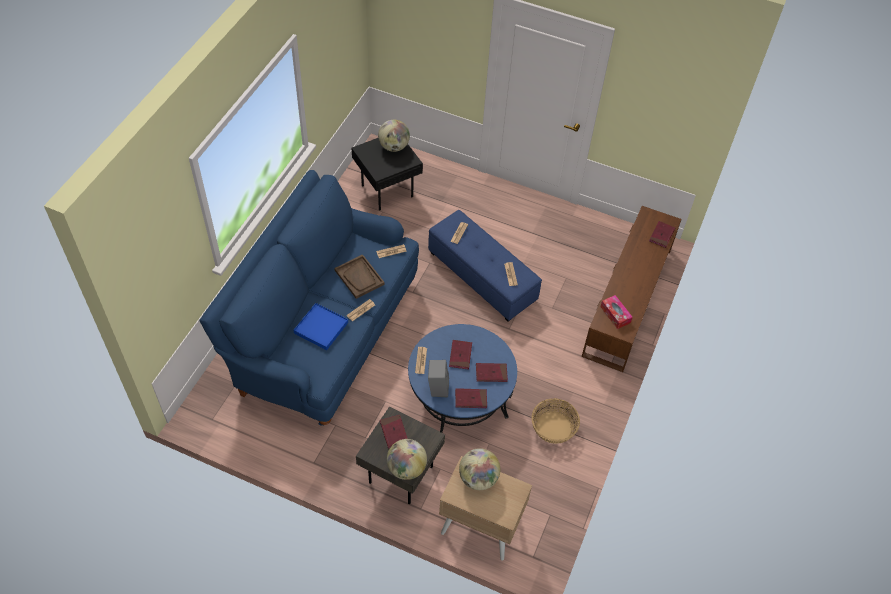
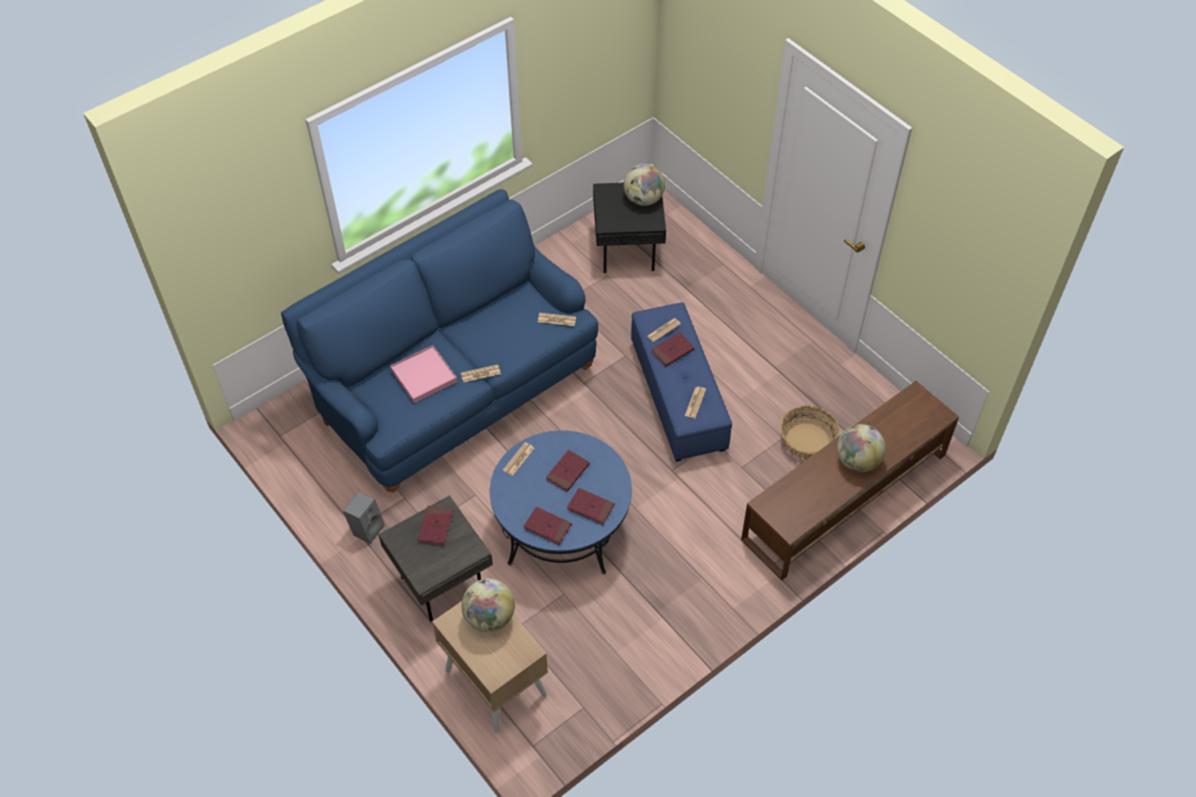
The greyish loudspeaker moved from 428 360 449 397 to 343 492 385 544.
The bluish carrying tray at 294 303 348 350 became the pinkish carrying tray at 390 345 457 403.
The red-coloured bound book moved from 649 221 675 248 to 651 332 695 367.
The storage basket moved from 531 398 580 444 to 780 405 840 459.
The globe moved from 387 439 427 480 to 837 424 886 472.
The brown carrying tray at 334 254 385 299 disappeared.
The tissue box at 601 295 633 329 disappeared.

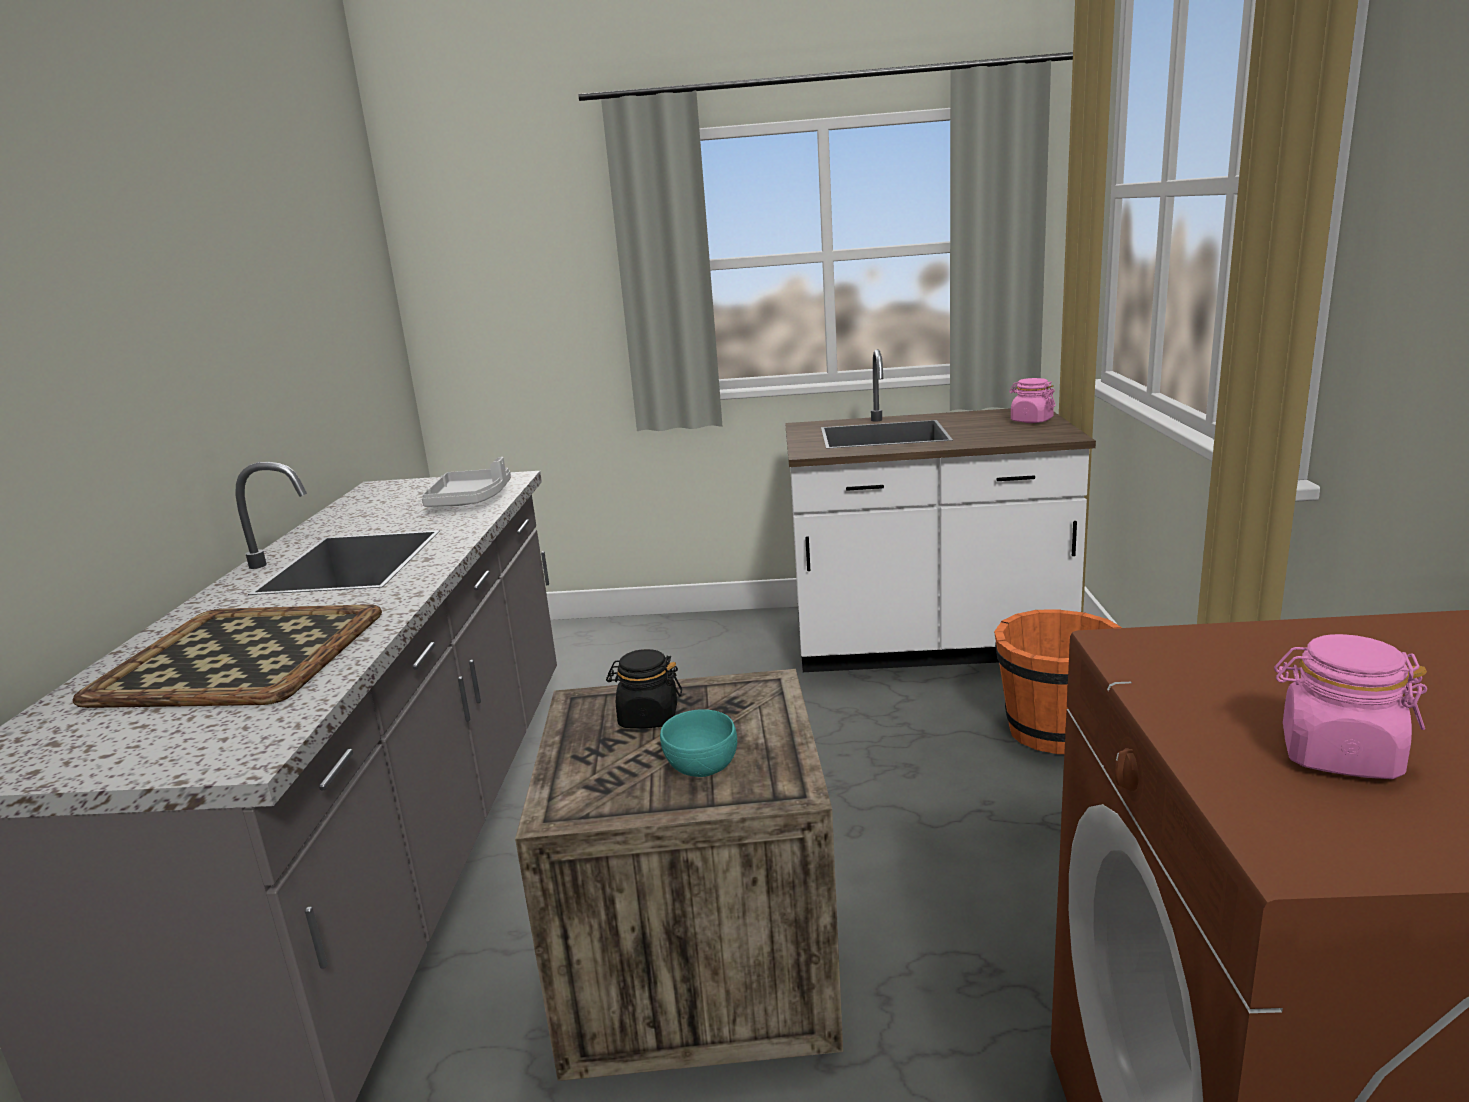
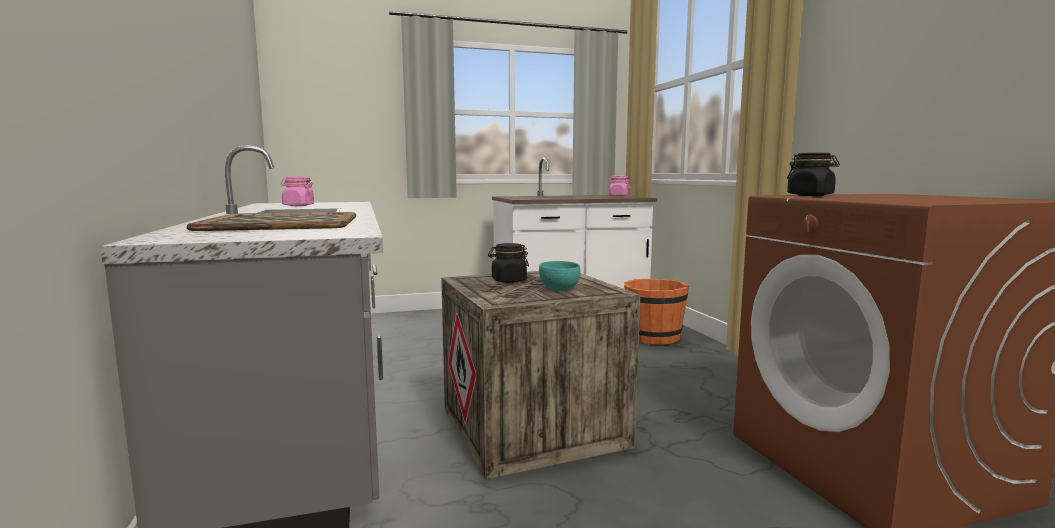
The pinkish preserve jar moved from 1274 634 1427 779 to 280 177 314 206.
The blackish preserve jar at 787 153 840 196 appeared.
The greyish carrying tray at 422 457 511 507 disappeared.

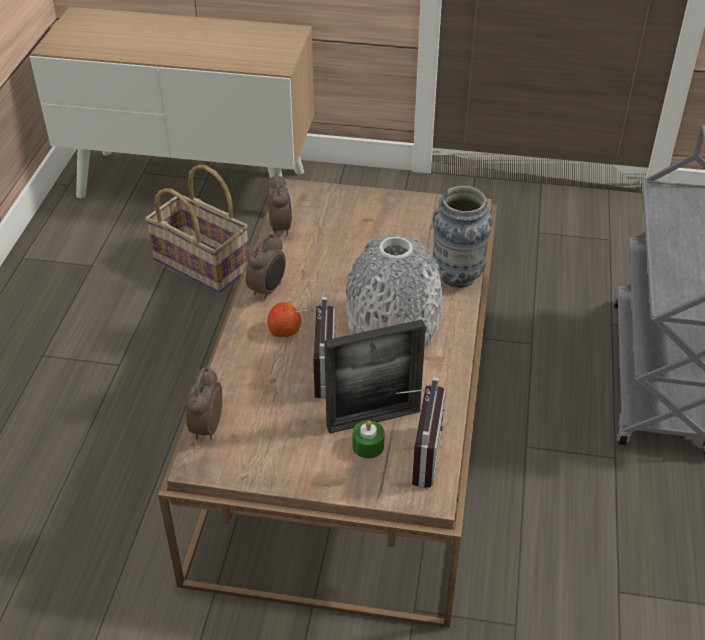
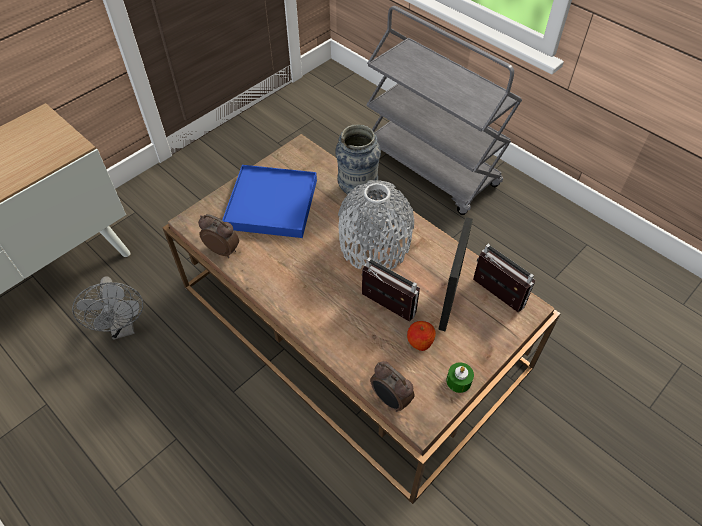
The storage basket at 145 165 249 293 was replaced by the greyish fan at 72 276 143 340.
The bluish carrying tray at 222 165 317 238 appeared.
The whole apple moved from 267 302 301 337 to 407 321 436 351.
The green-coloured wax candle moved from 353 420 385 459 to 446 362 474 393.
The bedside clock at 246 234 286 301 disappeared.

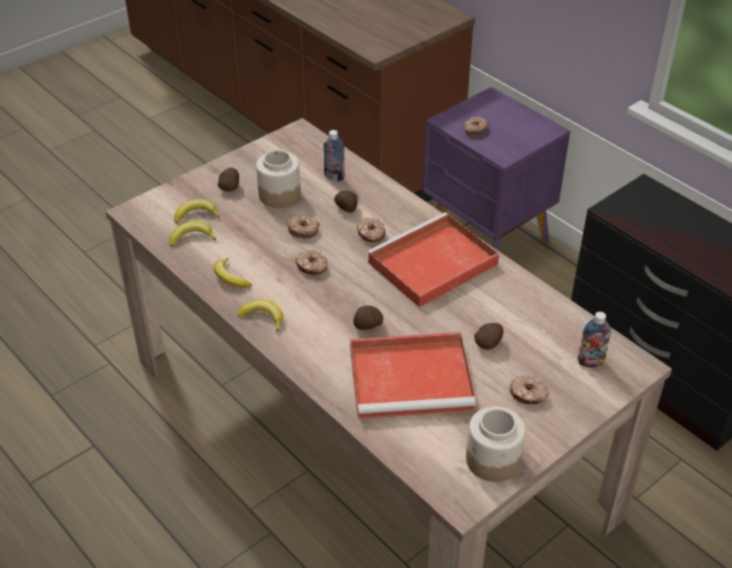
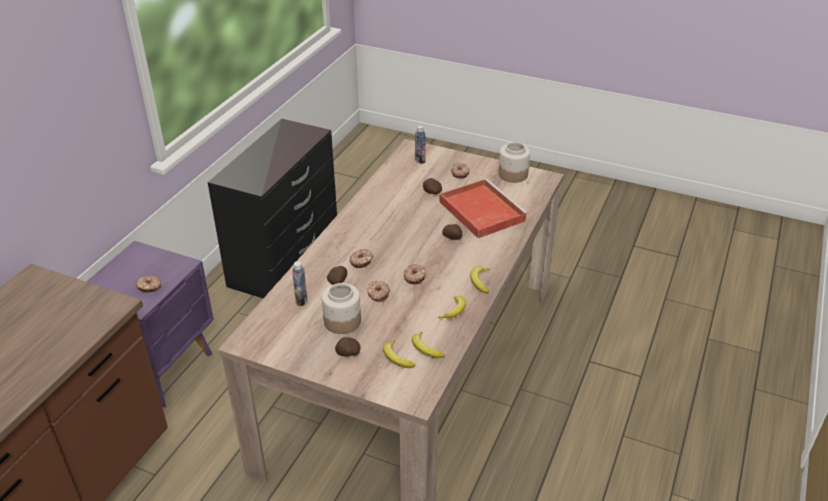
The red-coloured carrying tray at 366 212 499 308 disappeared.

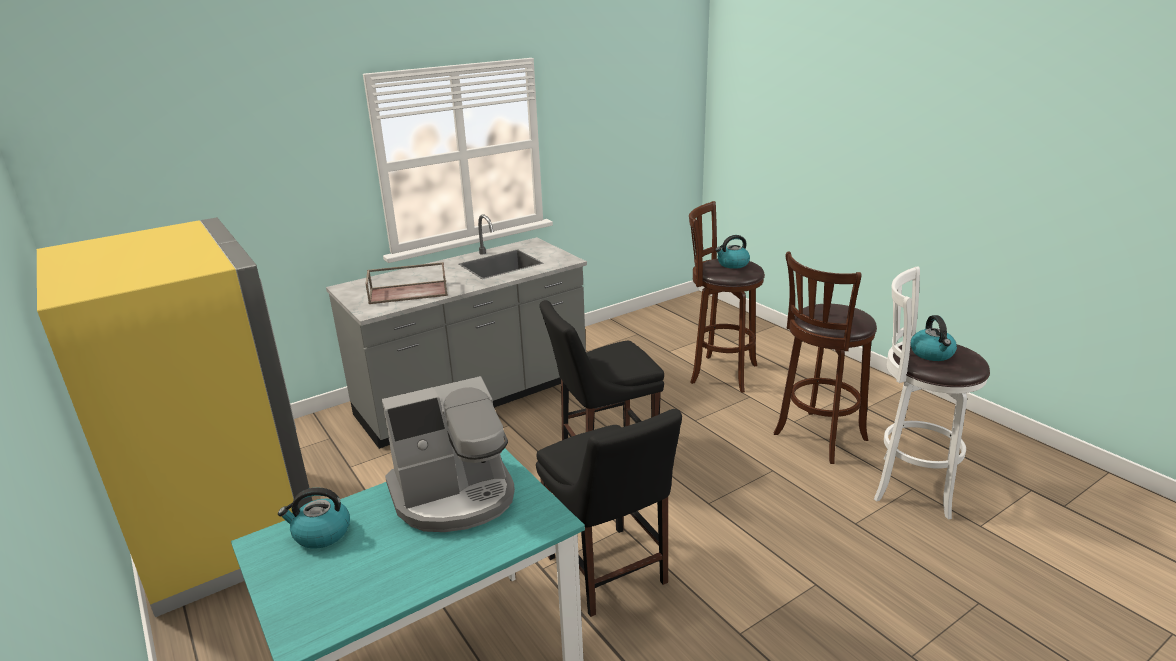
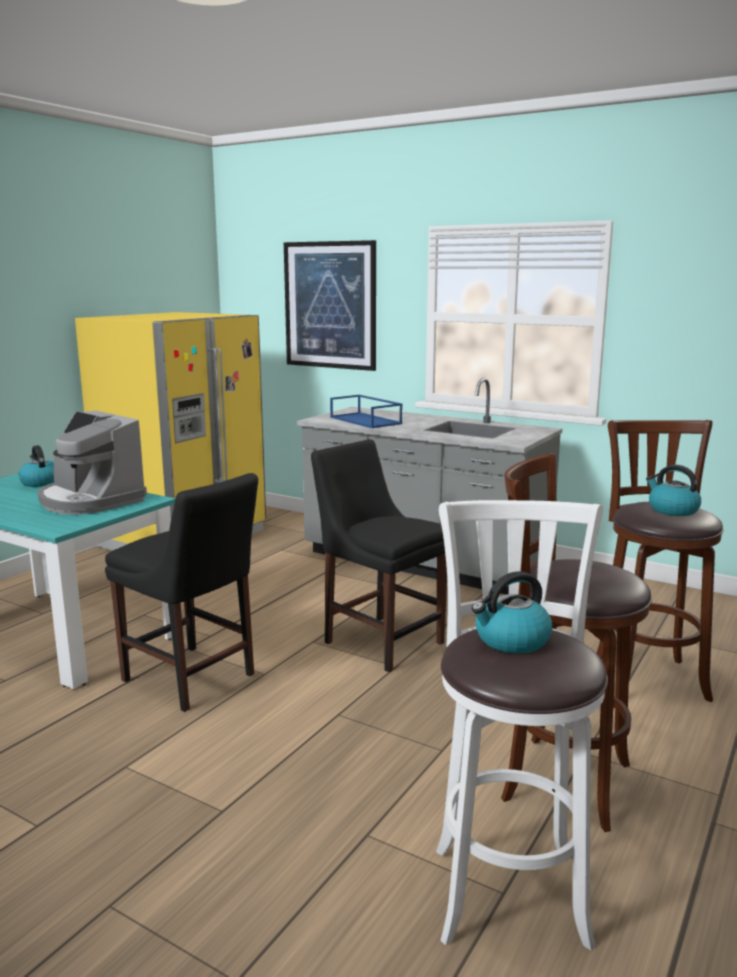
The blackish plain chair at 536 409 682 617 turned 90 degrees counterclockwise.
The picture at 284 240 376 371 appeared.
The brown carrying tray at 365 262 448 304 became the bluish carrying tray at 330 395 402 428.

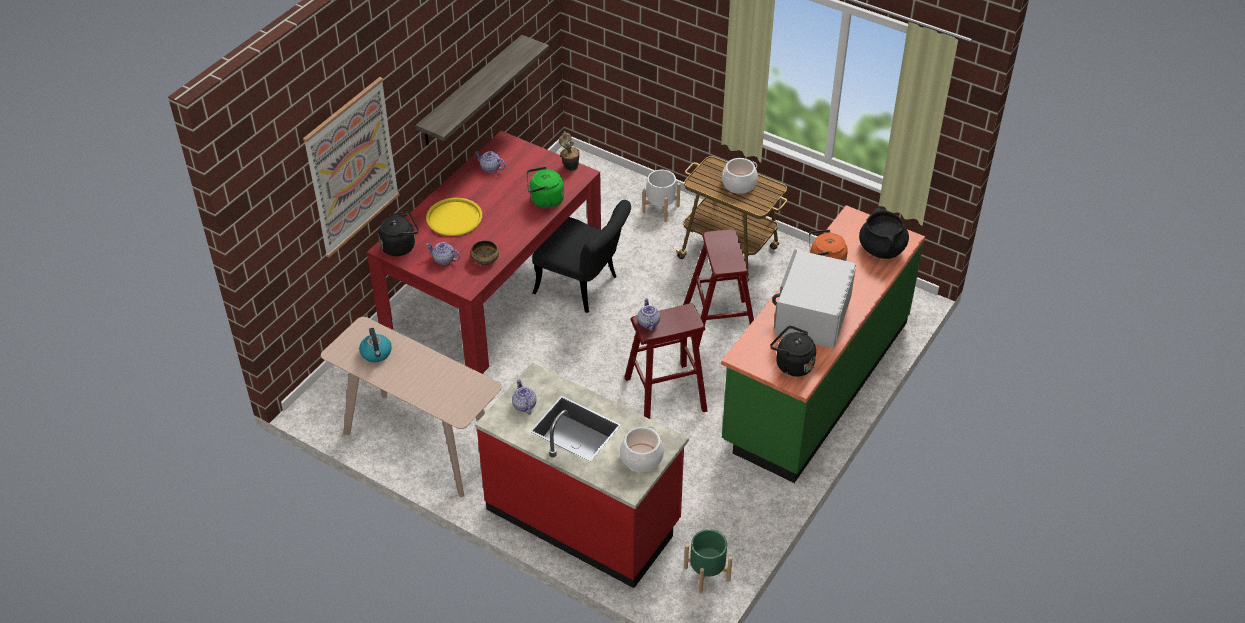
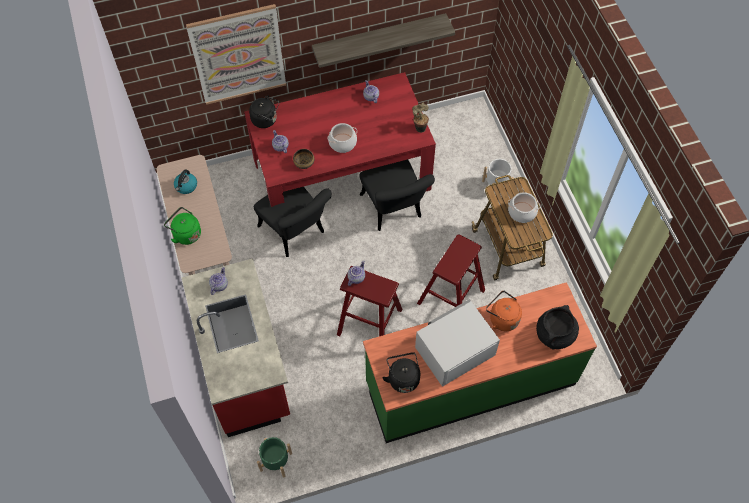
The green-coloured kettle moved from 527 166 564 208 to 164 207 201 245.
The blackish plain chair at 254 187 332 257 appeared.
The stockpot moved from 620 426 664 472 to 328 123 357 153.
The yellow-coloured carrying tray at 426 198 482 236 disappeared.

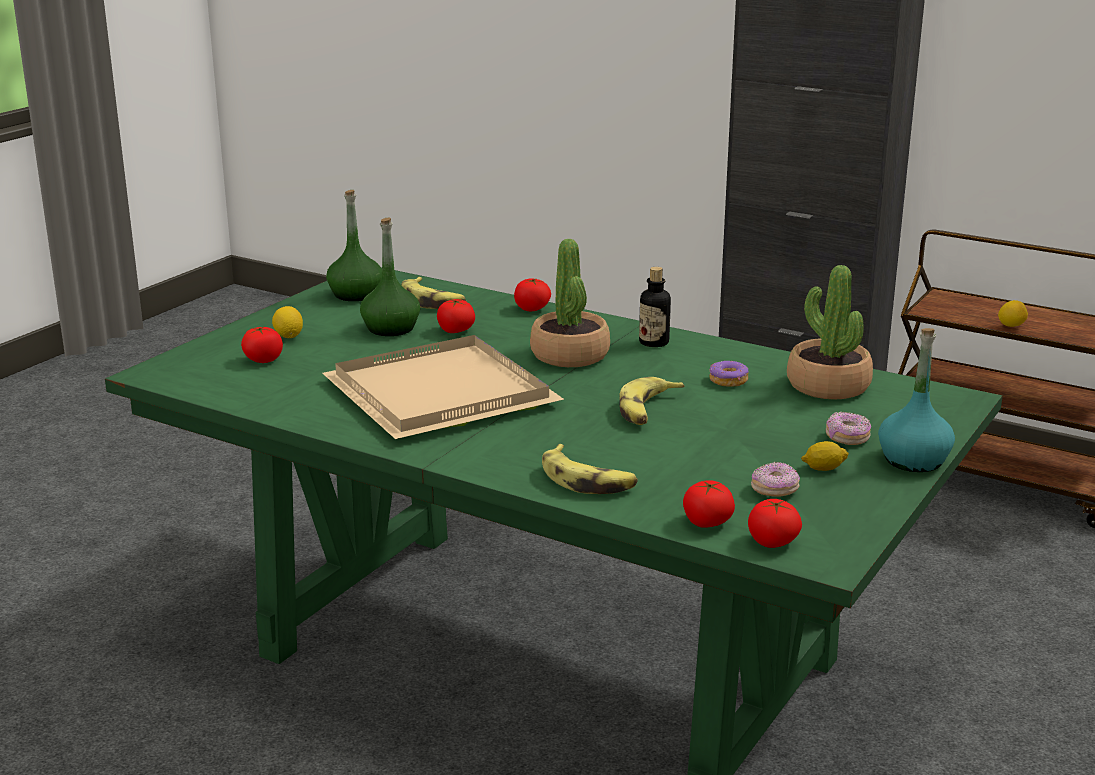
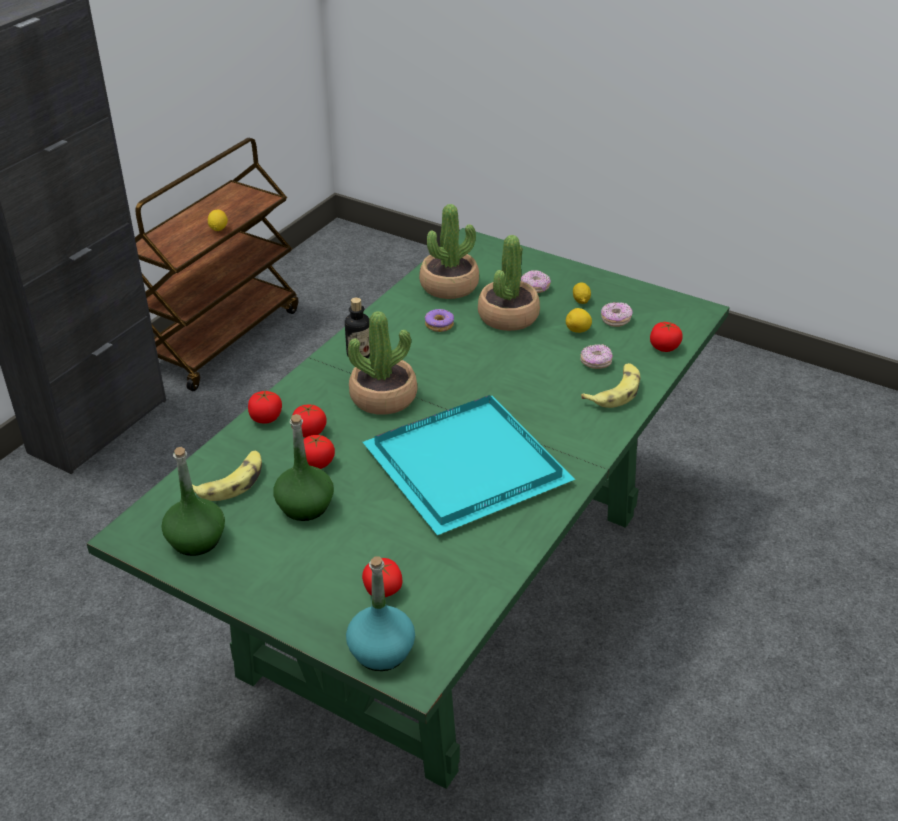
The tomato moved from 748 499 802 548 to 291 404 326 438.
The blue-green bottle moved from 878 328 955 472 to 346 557 415 671.
The beige-coloured carrying tray at 322 335 564 439 became the blue-green carrying tray at 363 395 575 535.
The houseplant at 478 235 540 331 appeared.
The citrus fruit moved from 272 306 303 338 to 566 308 592 333.
The doughnut at 580 344 613 369 appeared.
The banana fruit at 619 377 684 425 disappeared.

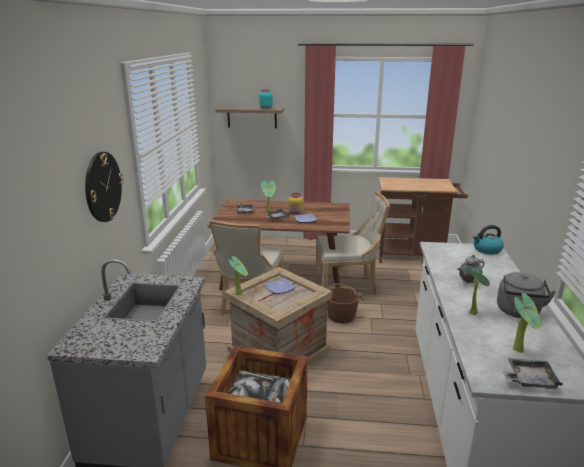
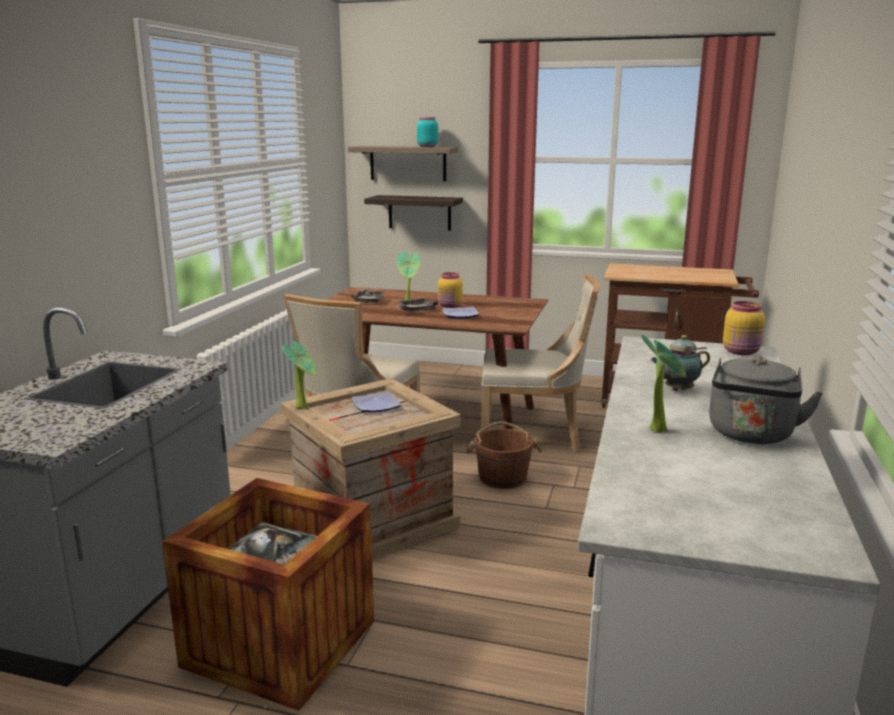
The shelf at 364 195 463 231 appeared.
The kettle at 473 225 504 255 was replaced by the yellow-coloured preserve jar at 723 301 765 355.
The hanging clock at 85 152 123 222 disappeared.
The greyish carrying tray at 503 358 563 389 disappeared.
The houseplant at 513 293 541 353 disappeared.

